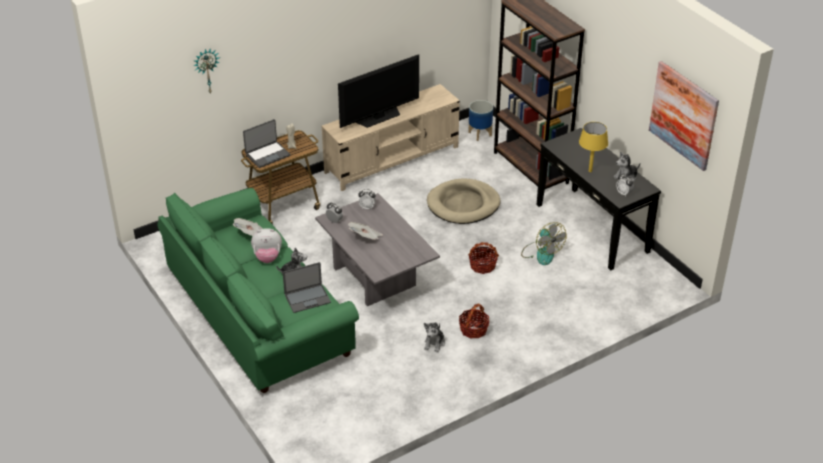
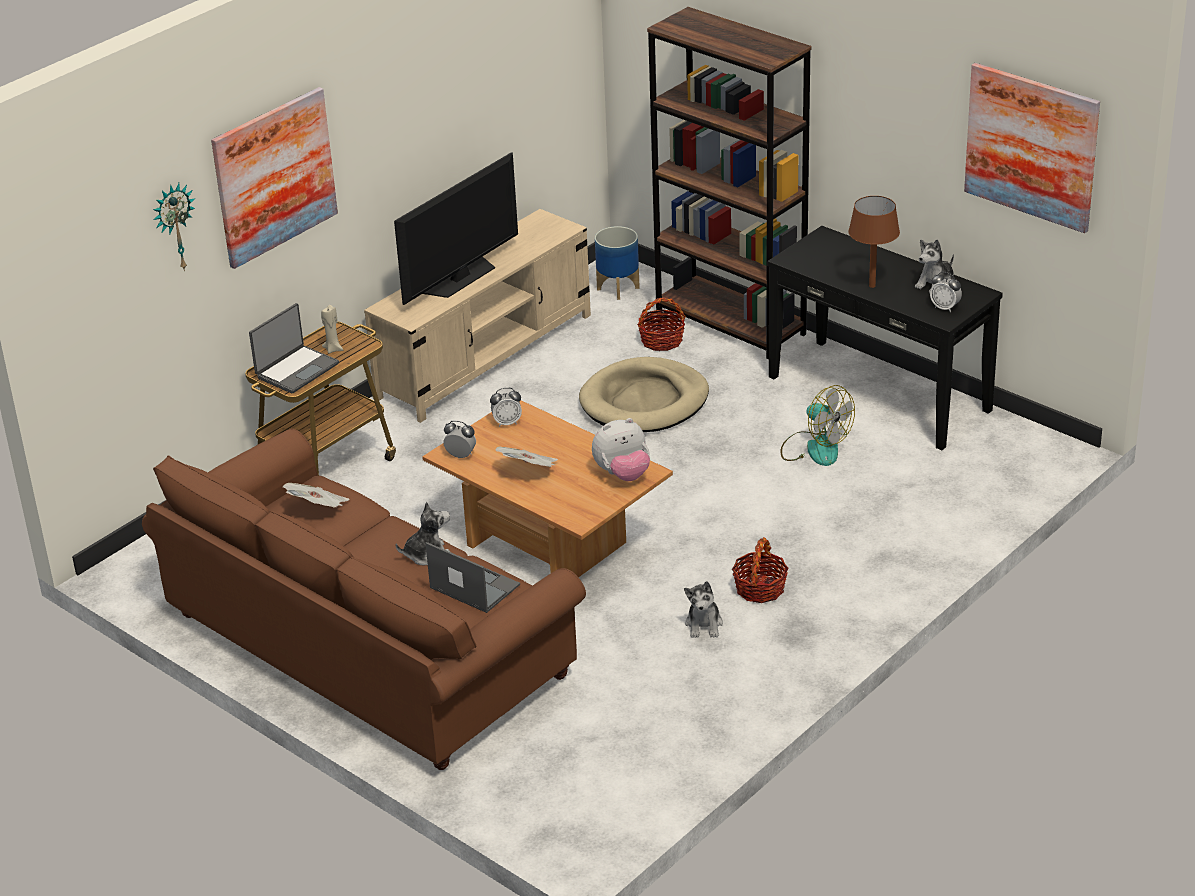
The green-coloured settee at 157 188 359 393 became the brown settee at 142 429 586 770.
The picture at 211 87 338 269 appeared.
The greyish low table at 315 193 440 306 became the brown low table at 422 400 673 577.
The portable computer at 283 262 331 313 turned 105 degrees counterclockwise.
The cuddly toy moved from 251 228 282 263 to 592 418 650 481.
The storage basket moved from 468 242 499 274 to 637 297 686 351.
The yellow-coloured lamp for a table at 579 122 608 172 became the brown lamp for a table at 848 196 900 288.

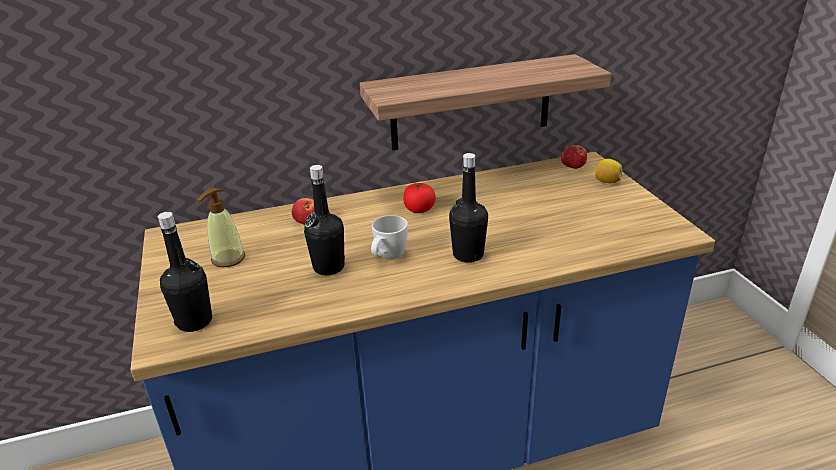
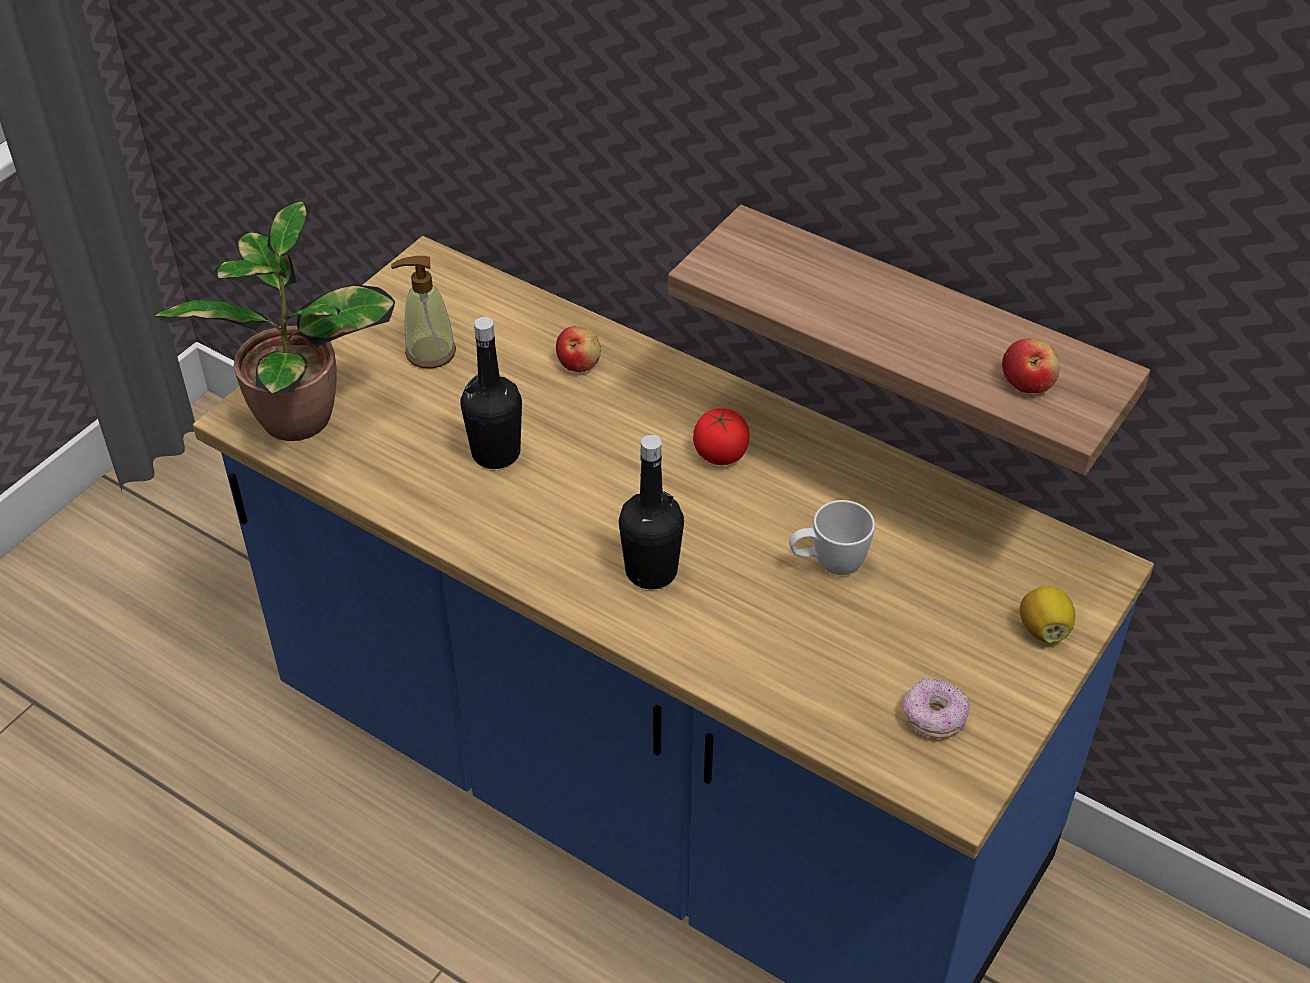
The blackish bottle at 158 212 212 332 was replaced by the houseplant at 153 201 395 441.
The white-coloured tea mug moved from 371 215 408 259 to 789 500 875 575.
The doughnut at 904 678 970 738 appeared.
The whole apple moved from 561 145 587 169 to 1002 338 1060 393.

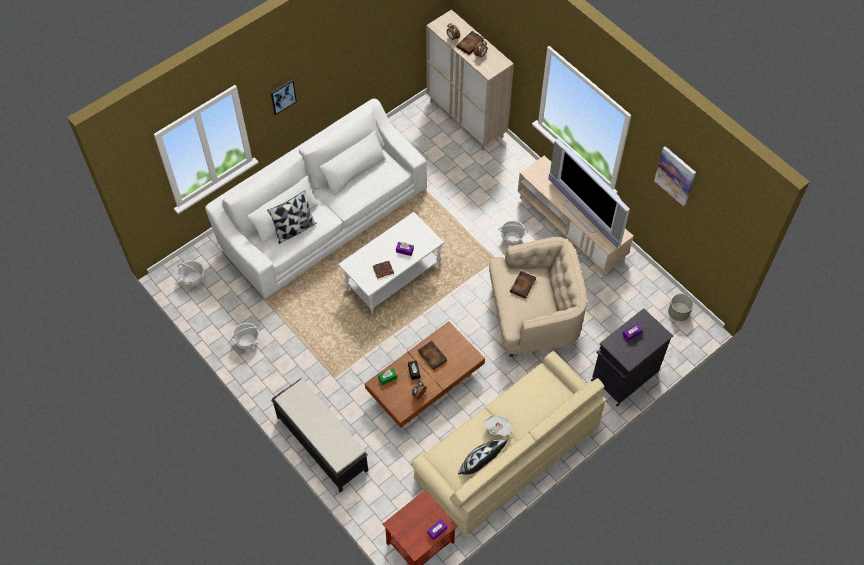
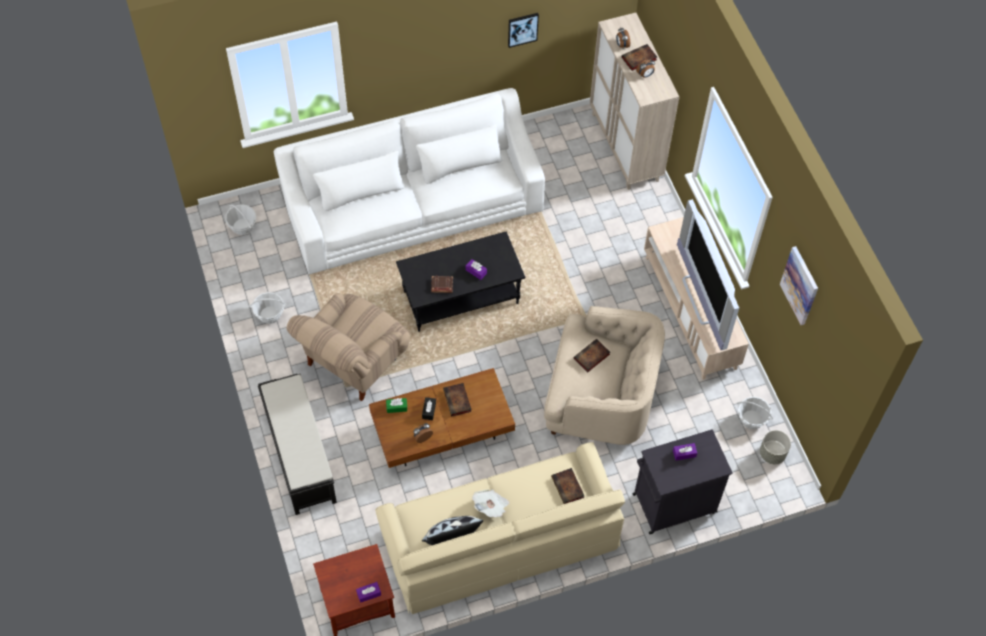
The beige-coloured lounge chair at 286 293 410 401 appeared.
The white-coloured low table at 338 212 444 314 became the blackish low table at 396 231 525 332.
The picture moved from 270 79 297 115 to 508 13 539 48.
The bound book at 551 468 584 504 appeared.
The storage basket moved from 498 220 528 246 to 737 397 773 429.
The throw pillow at 267 190 316 244 disappeared.

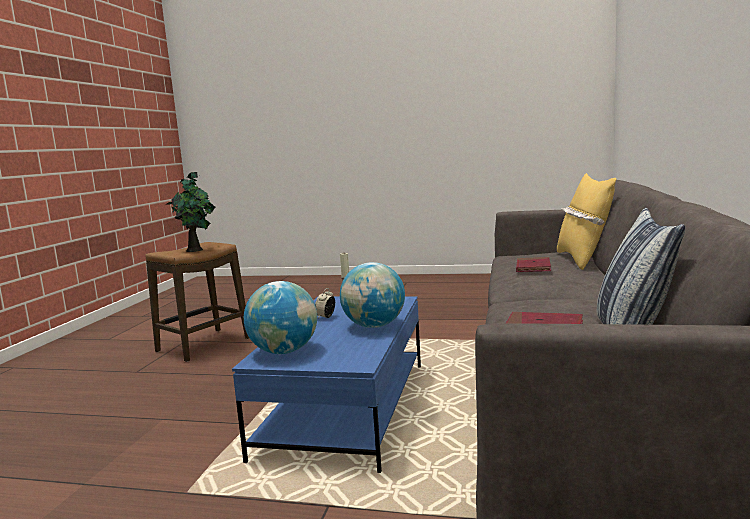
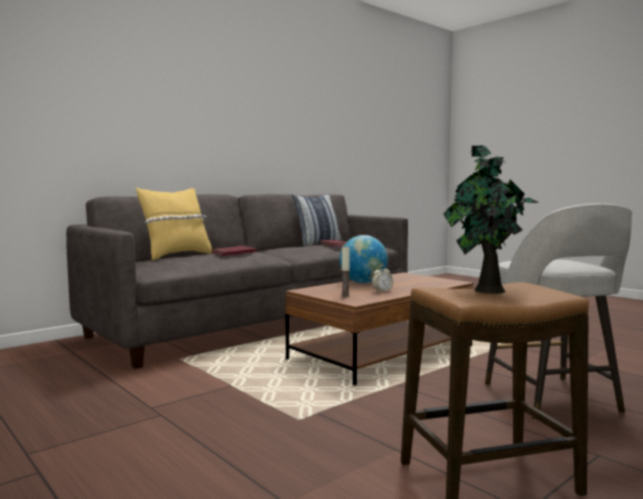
The bluish low table at 232 296 421 473 became the brown low table at 285 272 474 385.
The greyish sitting stool at 485 203 632 420 appeared.
The globe at 244 281 317 354 disappeared.

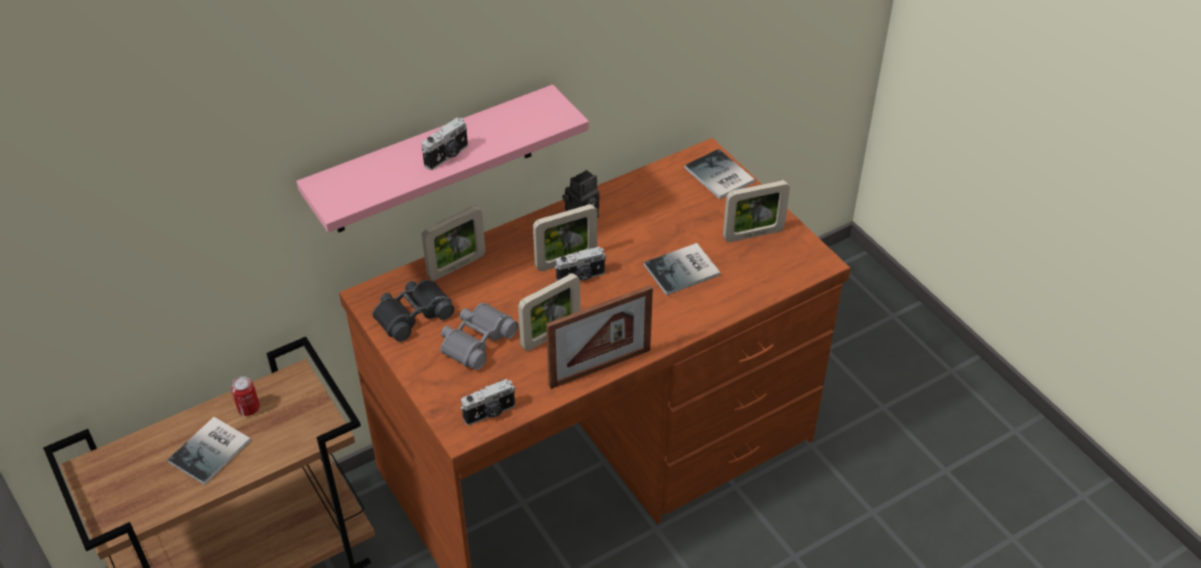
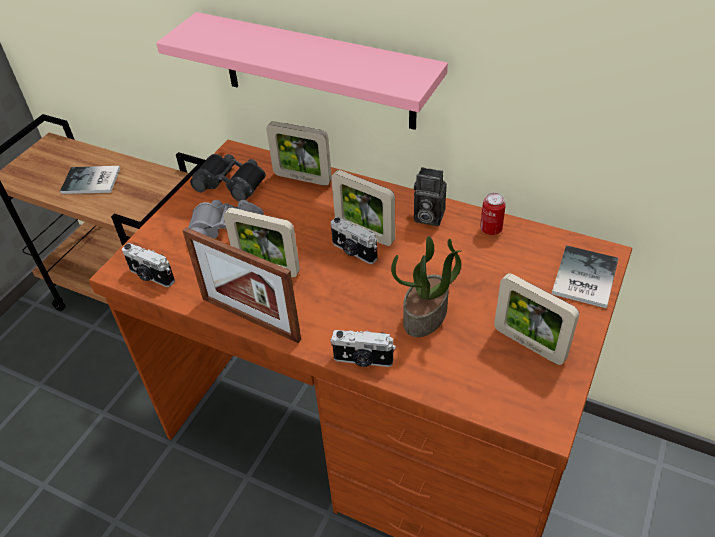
The photo camera moved from 421 118 468 170 to 330 330 396 367.
The bound book at 644 243 720 295 was replaced by the houseplant at 391 236 461 337.
The can moved from 231 376 260 416 to 480 193 506 235.

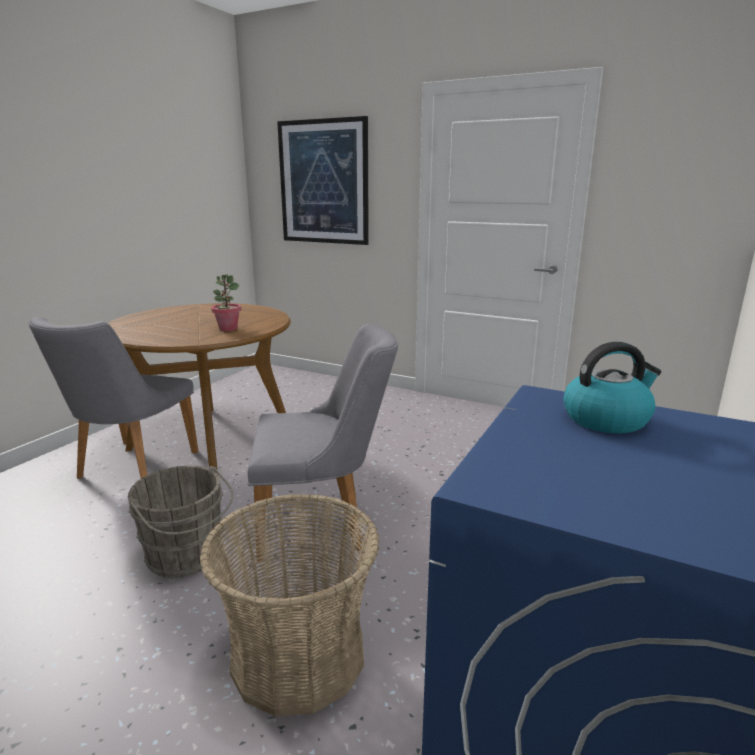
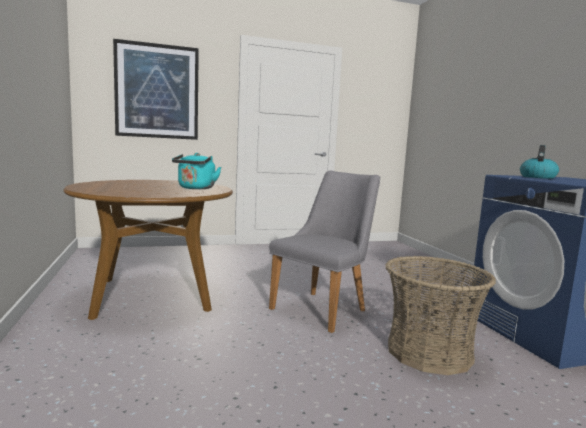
The houseplant at 211 274 241 331 was replaced by the blue-green kettle at 172 153 221 189.
The greyish plain chair at 29 317 198 479 disappeared.
The greyish water bucket at 128 466 233 578 disappeared.

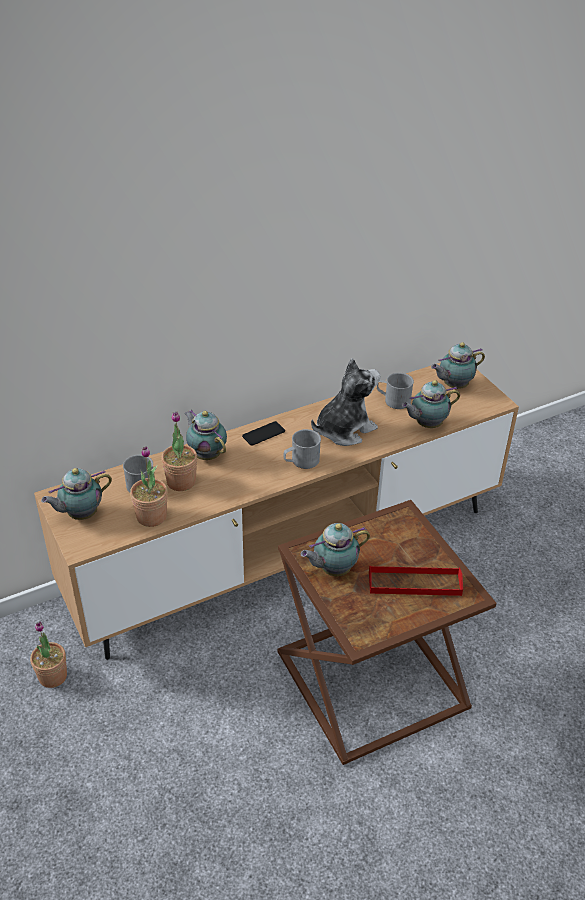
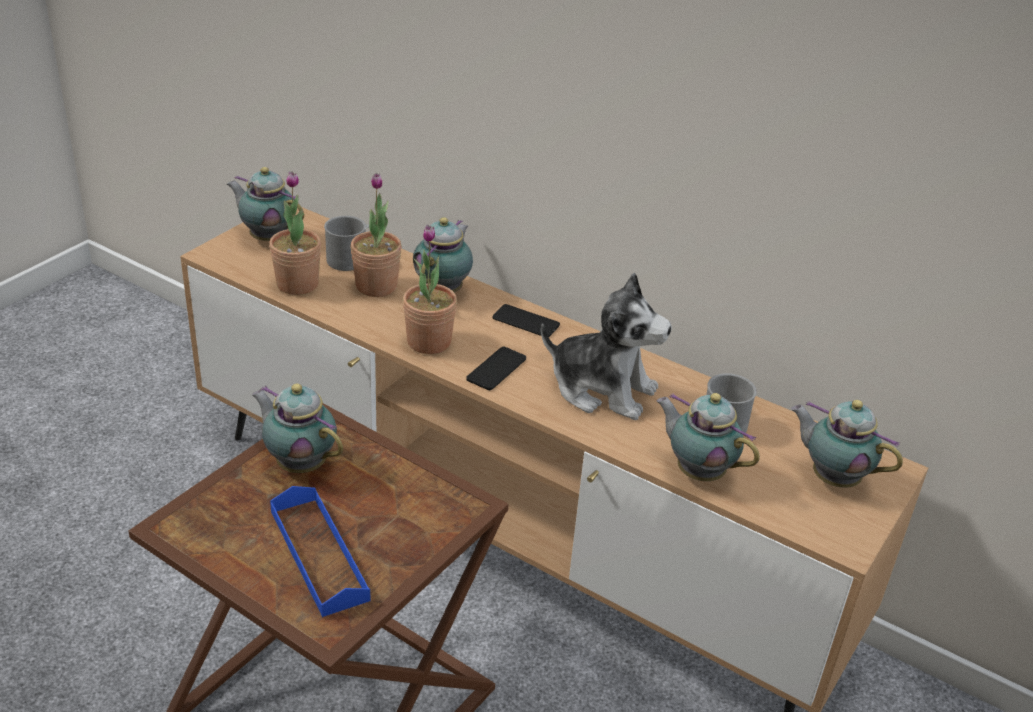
The red-coloured carrying tray at 369 566 463 596 became the bluish carrying tray at 270 486 371 617.
The houseplant moved from 30 621 67 688 to 403 224 457 354.
The greyish tea mug at 284 429 321 469 was replaced by the phone at 466 346 526 390.

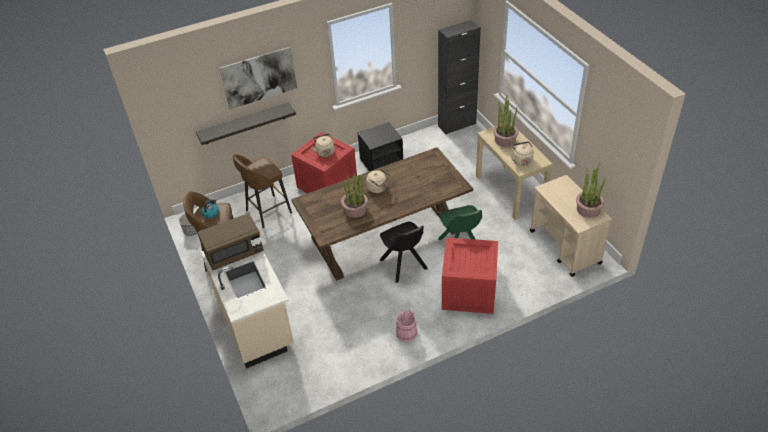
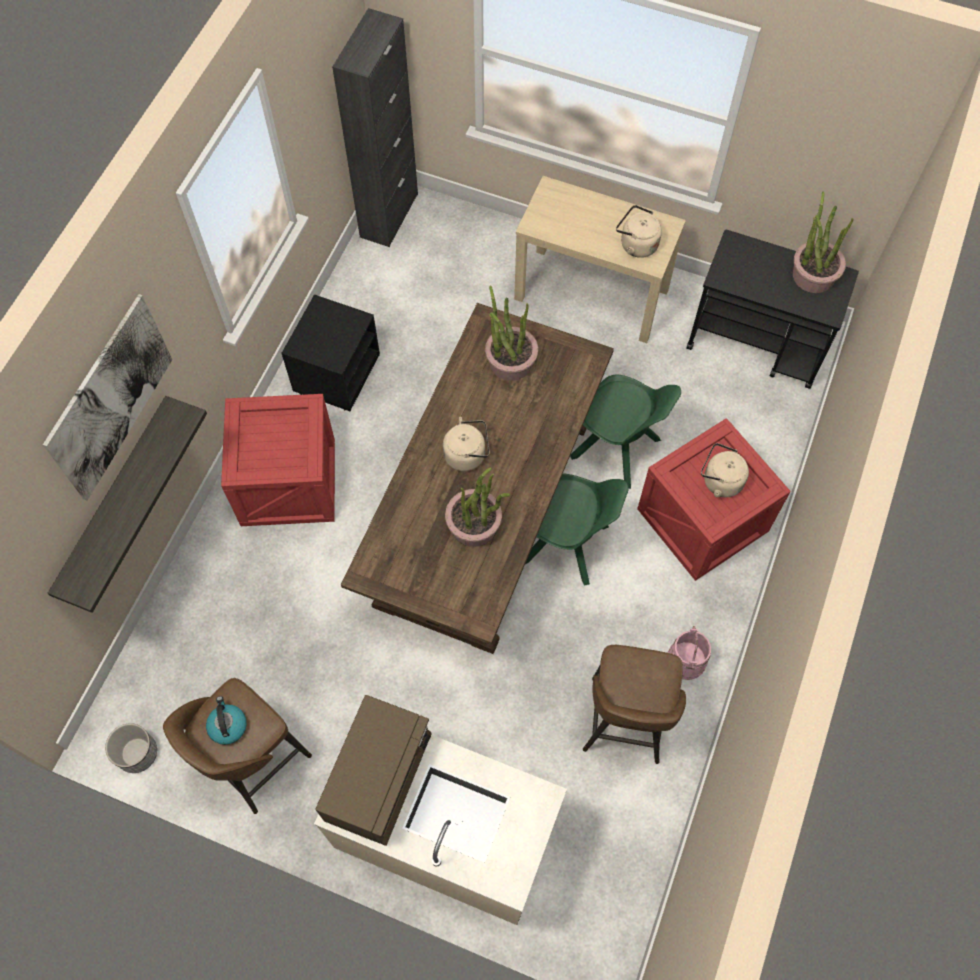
The houseplant moved from 493 95 519 147 to 485 286 538 381.
The blackish plain chair at 380 222 428 283 became the green-coloured plain chair at 525 473 629 586.
The brown sitting stool moved from 233 155 292 228 to 583 645 686 764.
The beige-coloured cart at 530 175 612 277 became the blackish cart at 686 230 859 389.
The beige-coloured kettle moved from 312 134 334 157 to 701 443 749 498.

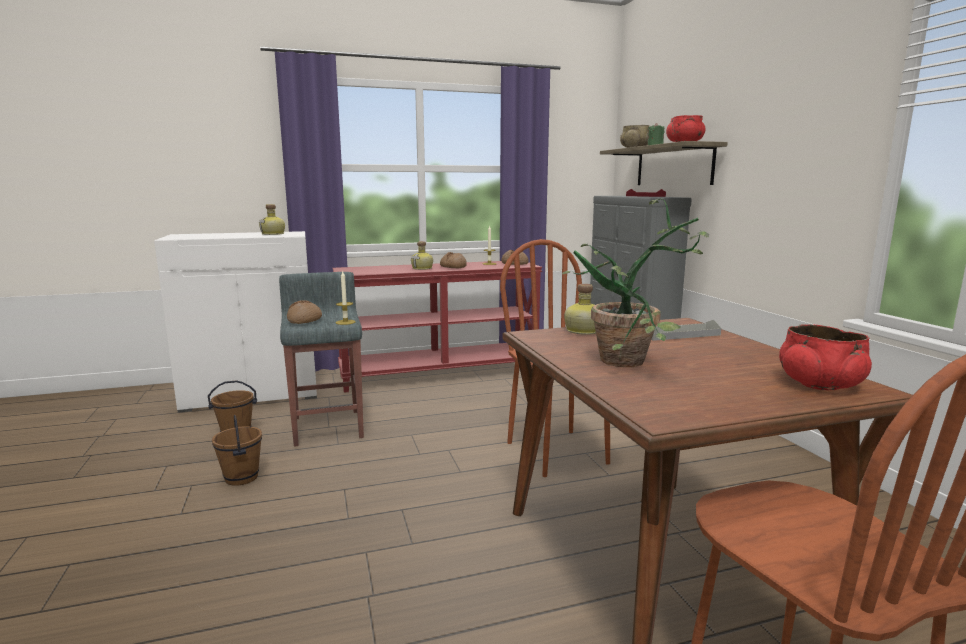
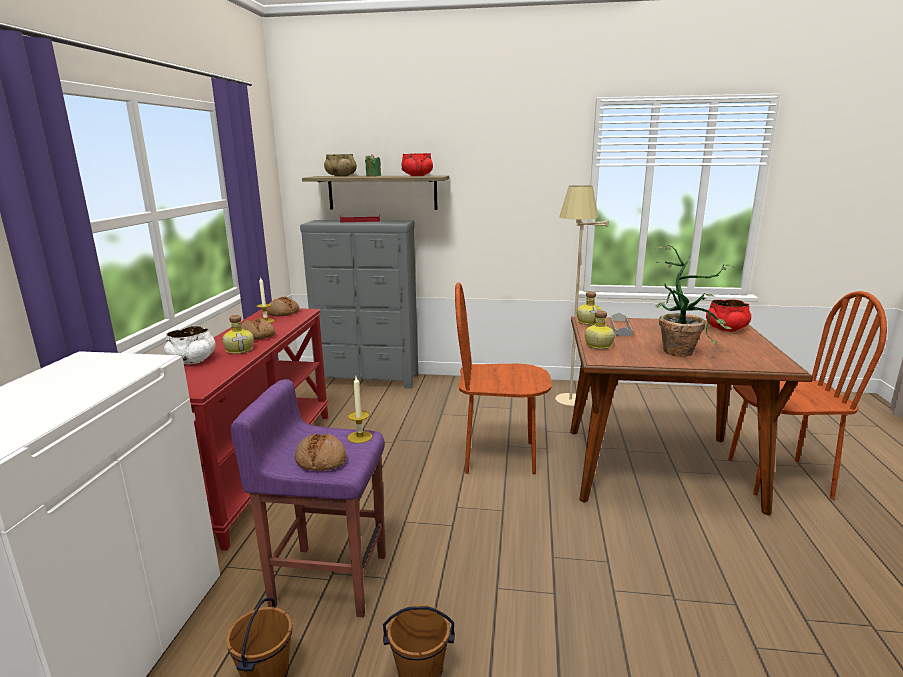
The white-coloured serving bowl at 164 326 216 364 appeared.
The greyish sitting stool at 279 272 364 447 became the purplish sitting stool at 230 379 386 617.
The beige-coloured floor lamp at 555 185 609 406 appeared.
The bottle moved from 259 204 285 235 to 577 291 603 325.

